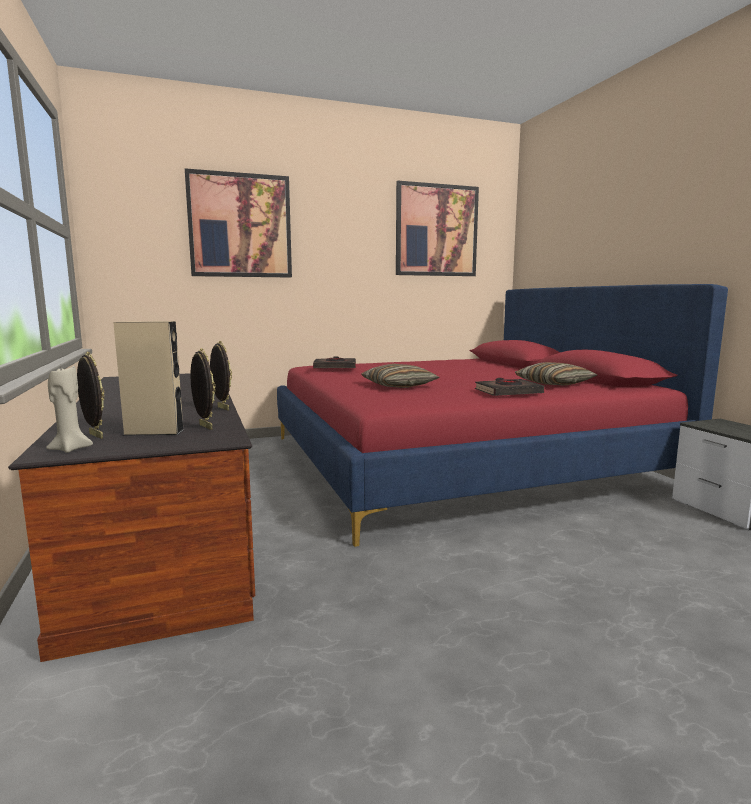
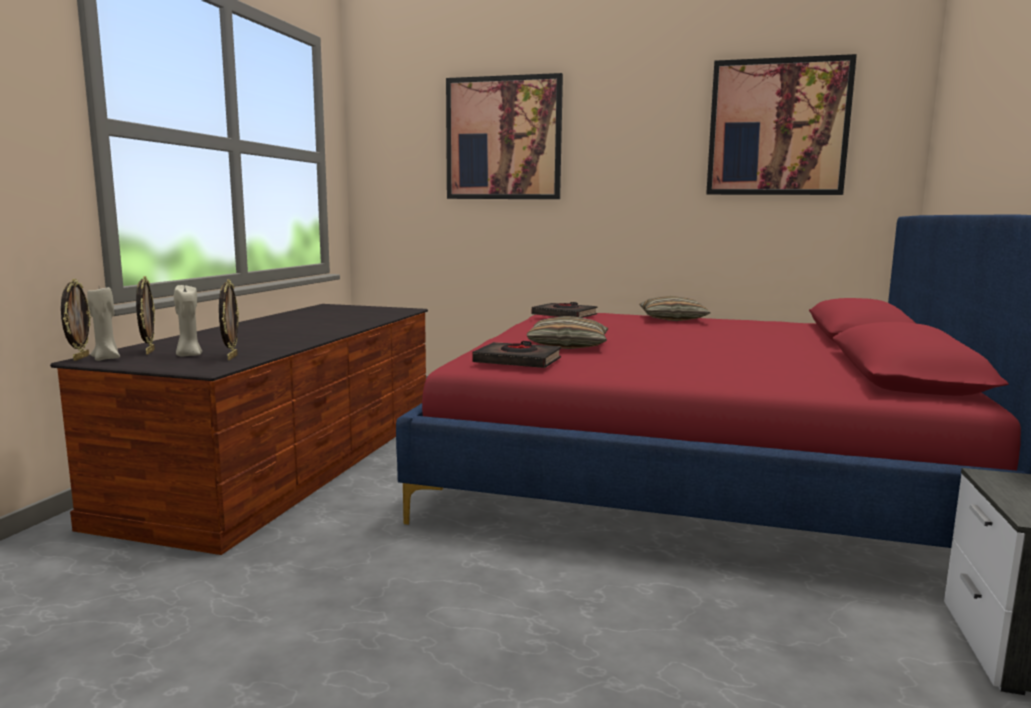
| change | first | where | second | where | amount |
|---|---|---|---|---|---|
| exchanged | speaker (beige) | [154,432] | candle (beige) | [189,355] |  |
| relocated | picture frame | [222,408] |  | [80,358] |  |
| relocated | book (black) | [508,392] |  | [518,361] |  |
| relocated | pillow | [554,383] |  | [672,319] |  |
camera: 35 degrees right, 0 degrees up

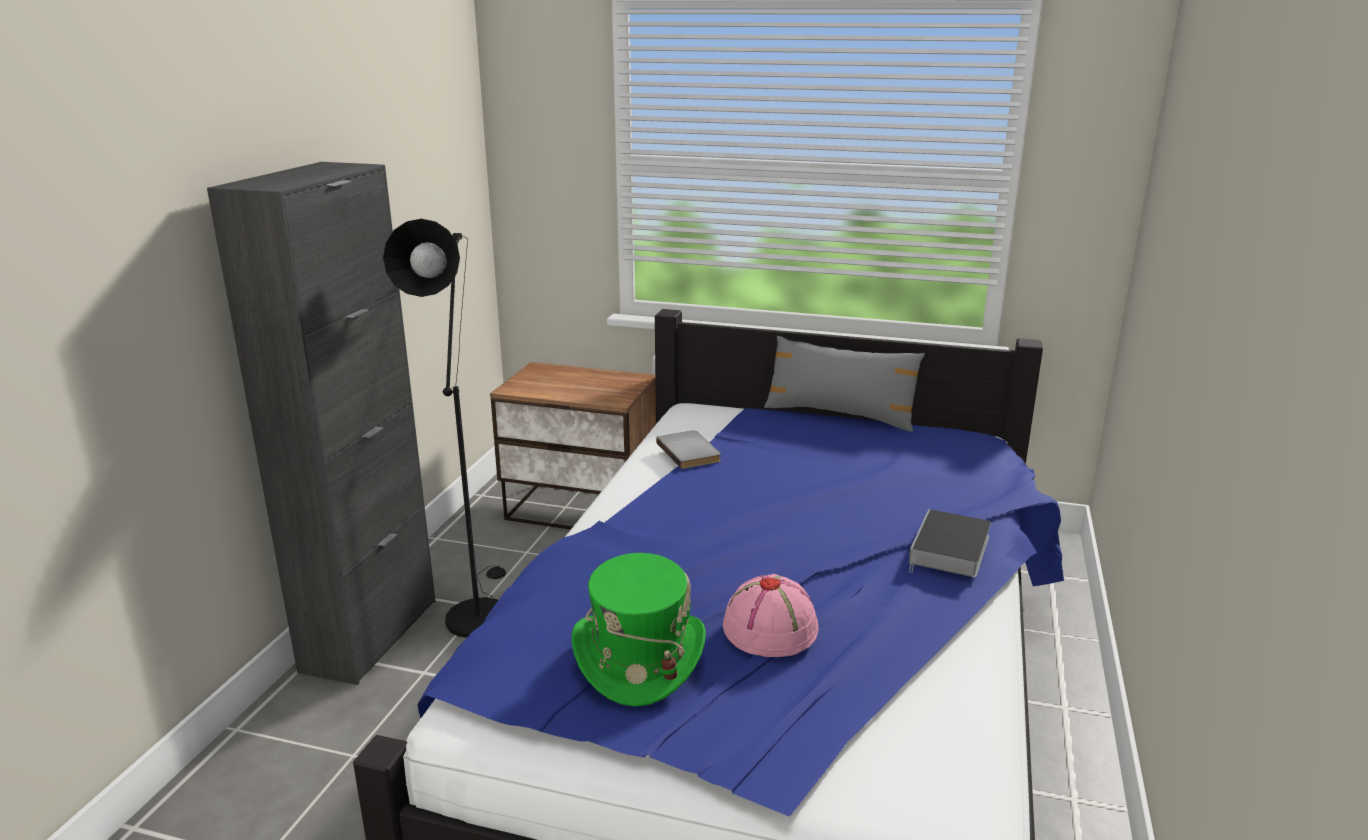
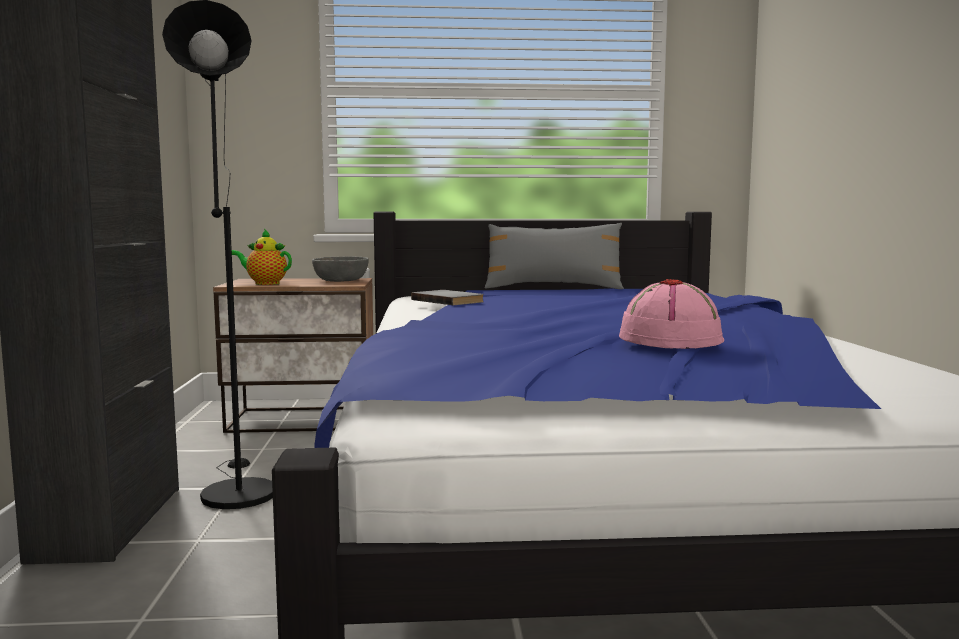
| change | first | where | second | where | amount |
|---|---|---|---|---|---|
| missing | hat (green) | [638,657] |  |  |  |
| missing | book | [950,550] |  |  |  |
| appeared |  |  | teapot | [264,283] |  |
| appeared |  |  | bowl (grey) | [341,280] |  |
camera: 20 degrees left, 15 degrees down

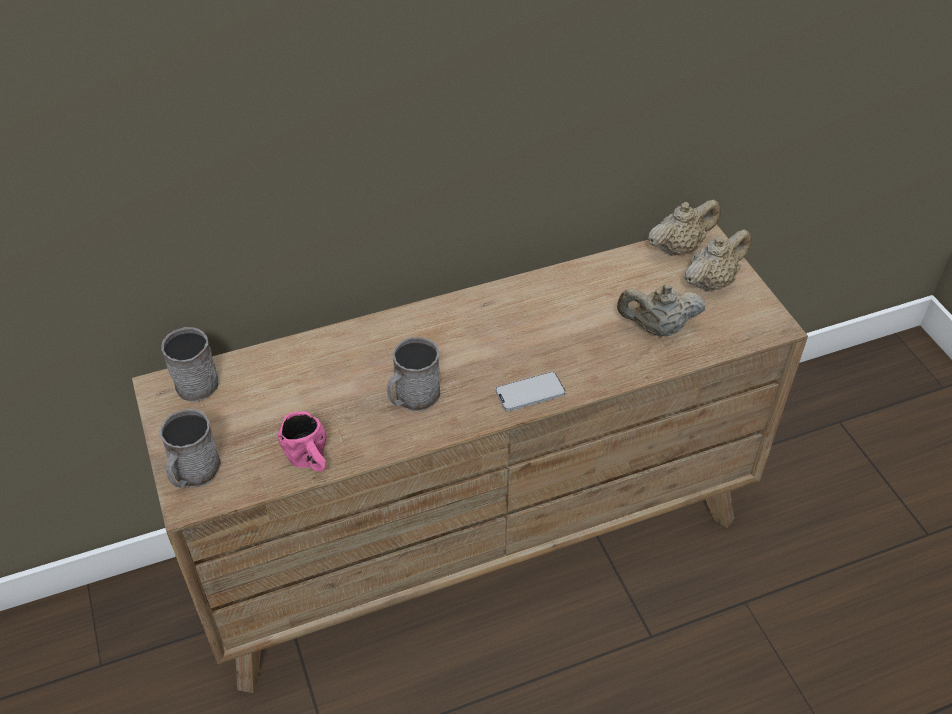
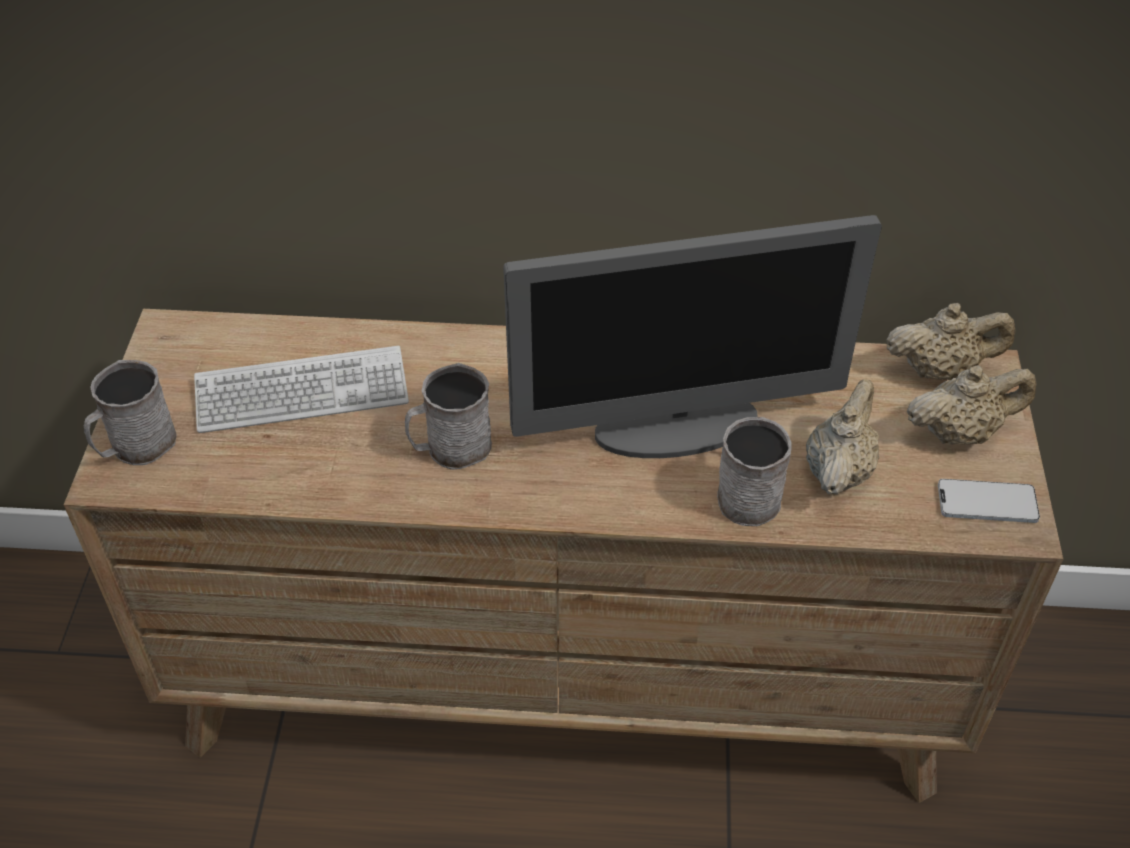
| change | first | where | second | where | amount |
|---|---|---|---|---|---|
| relocated | mug (grey) | [195,379] |  | [747,492] |  |
| missing | mug (pink) | [311,462] |  |  |  |
| relocated | phone | [530,392] |  | [987,502] |  |
| spun | teapot (beige) | [657,328] |  | [838,470] | 90 degrees clockwise |
| appeared |  |  | keyboard | [302,392] |  |
| appeared |  |  | monitor | [677,427] |  |
camera: 25 degrees right, 0 degrees up

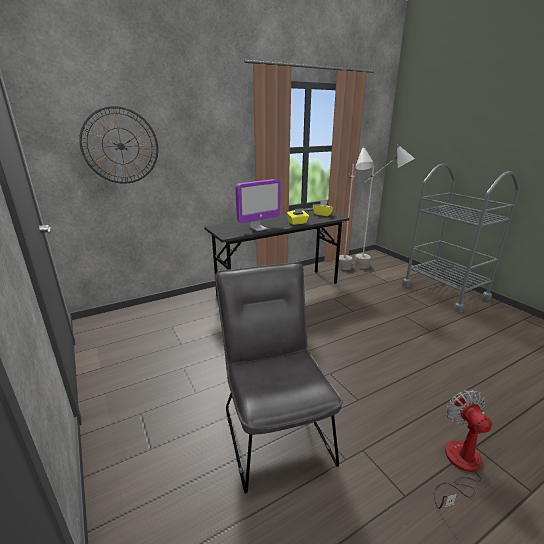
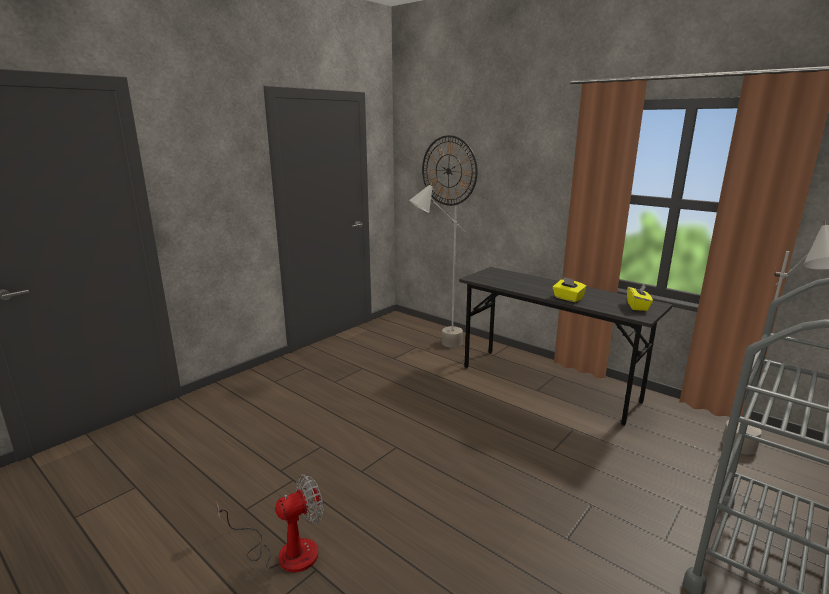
| change | first | where | second | where | amount |
|---|---|---|---|---|---|
| missing | chair (grey) | [274,428] |  |  |  |
| missing | monitor | [258,228] |  |  |  |
| relocated | floor lamp (grey) | [347,272] |  | [436,346] |  |
camera: 70 degrees right, 5 degrees down

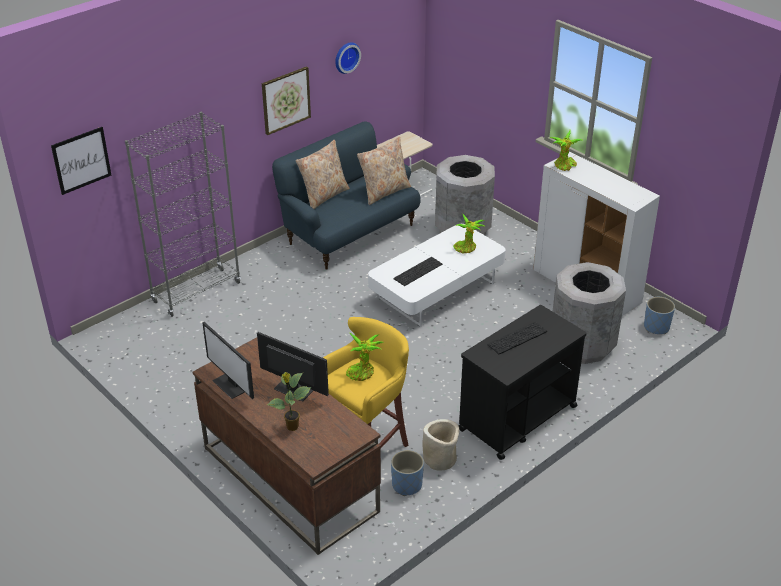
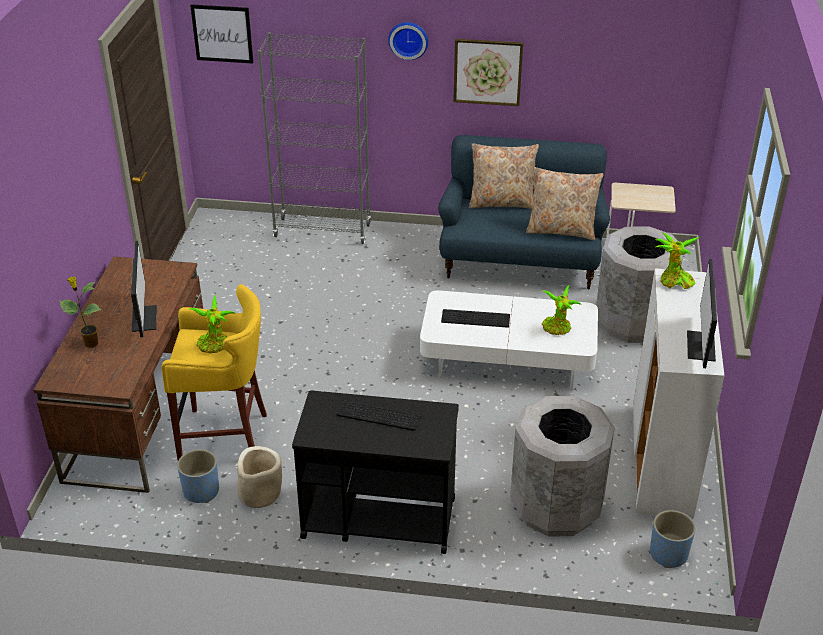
| change | first | where | second | where | amount |
|---|---|---|---|---|---|
| relocated | monitor | [232,385] |  | [702,346] |  |
| relocated | wall clock | [346,57] |  | [408,39] |  |
camera: 50 degrees right, 0 degrees up

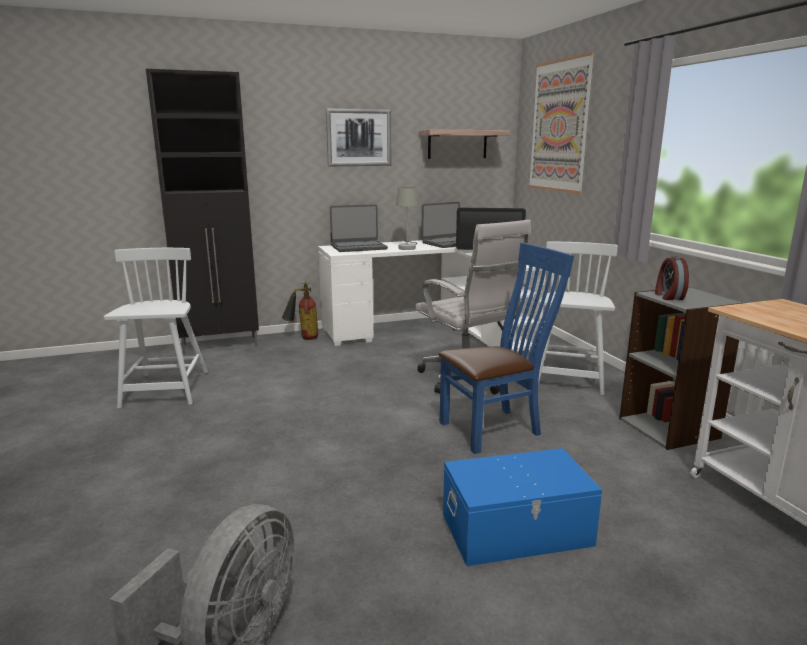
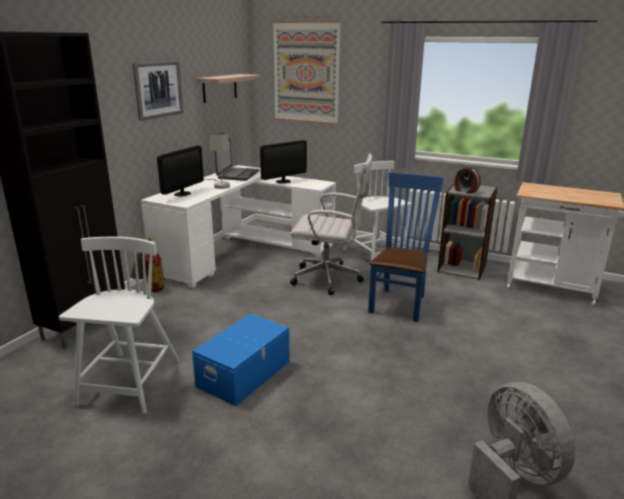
| change | first | where | second | where | amount |
|---|---|---|---|---|---|
| spun | chair (white) | [166,390] |  | [129,383] | 60 degrees clockwise |
| exchanged | laptop | [358,247] | monitor | [182,194] |  |
| relocated | storage box (blue) | [517,531] |  | [245,374] |  |
camera: 45 degrees left, 5 degrees up

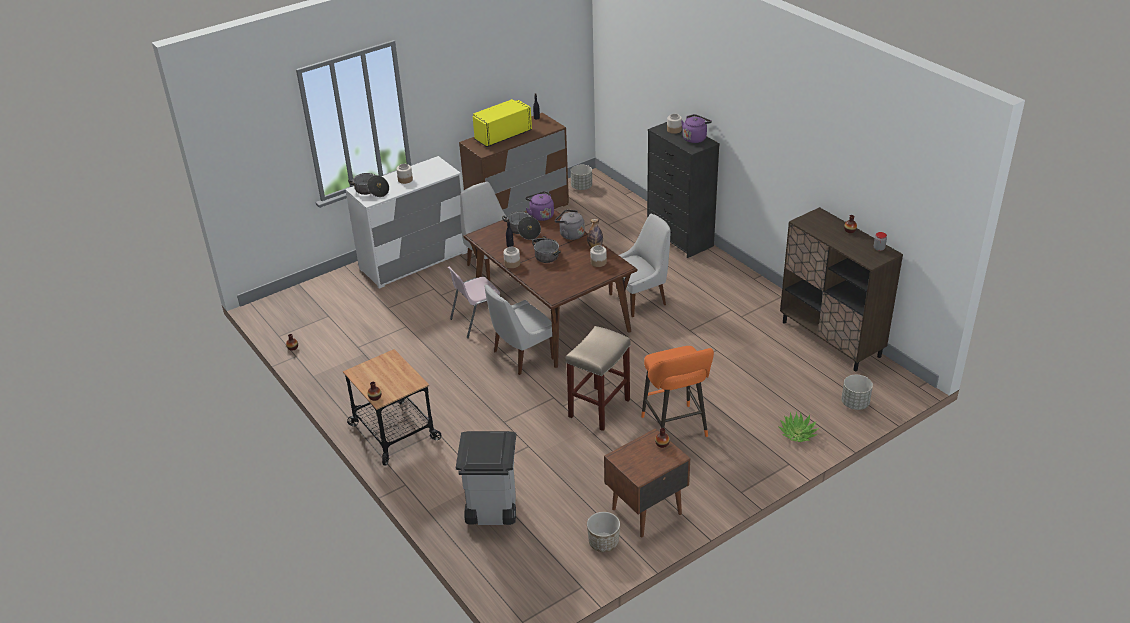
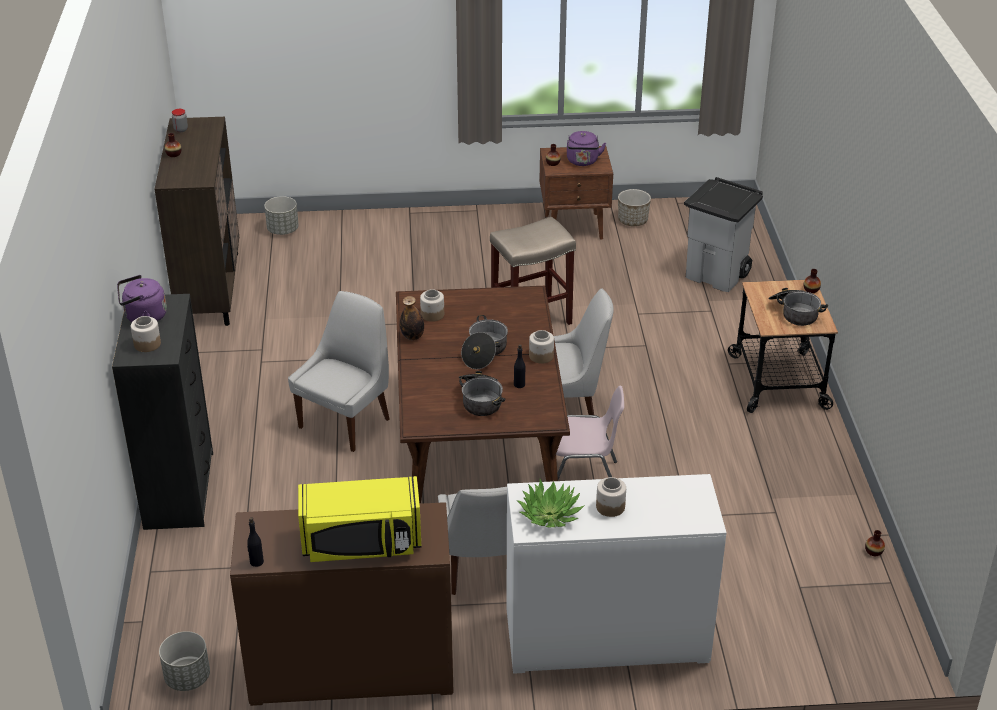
| change | first | where | second | where | amount |
|---|---|---|---|---|---|
| relocated | cooking pot | [371,191] |  | [794,313] |  |
| relocated | kettle (purple) | [540,215] |  | [582,162] |  |
| missing | kettle (grey) | [570,234] |  |  |  |
| spun | chair (white) | [639,299] |  | [347,421] | 120 degrees clockwise |
| missing | stool (orange) | [676,429] |  |  |  |
| relocated | potted plant | [797,434] |  | [550,514] |  |
camera: 150 degrees left, 0 degrees up

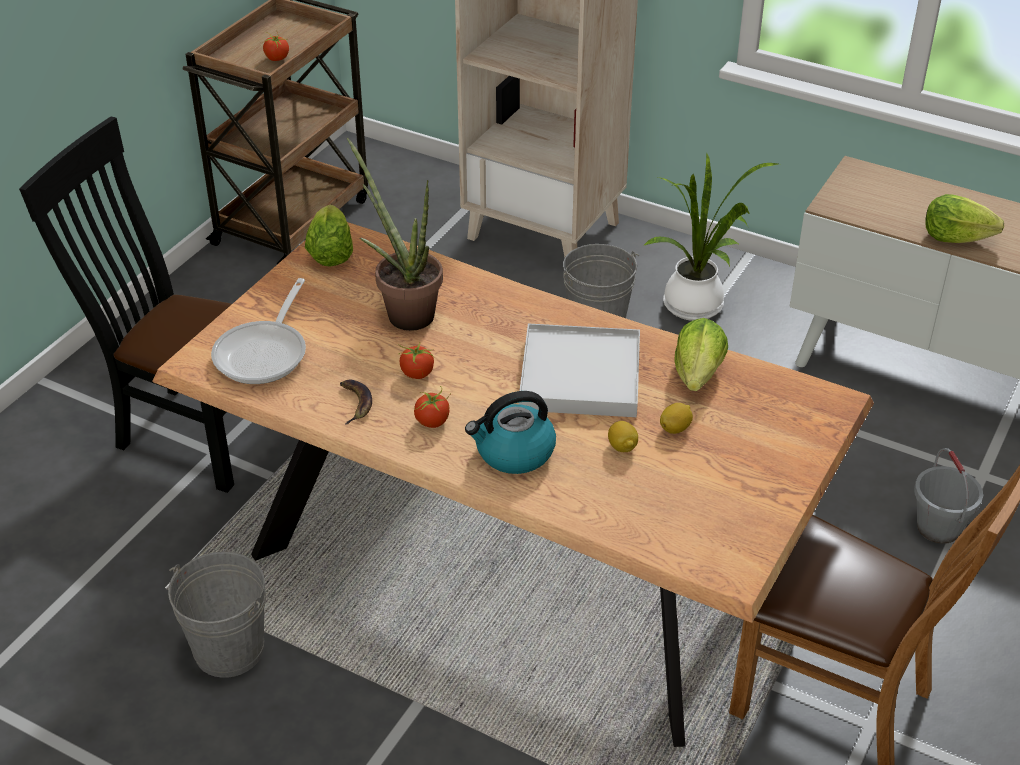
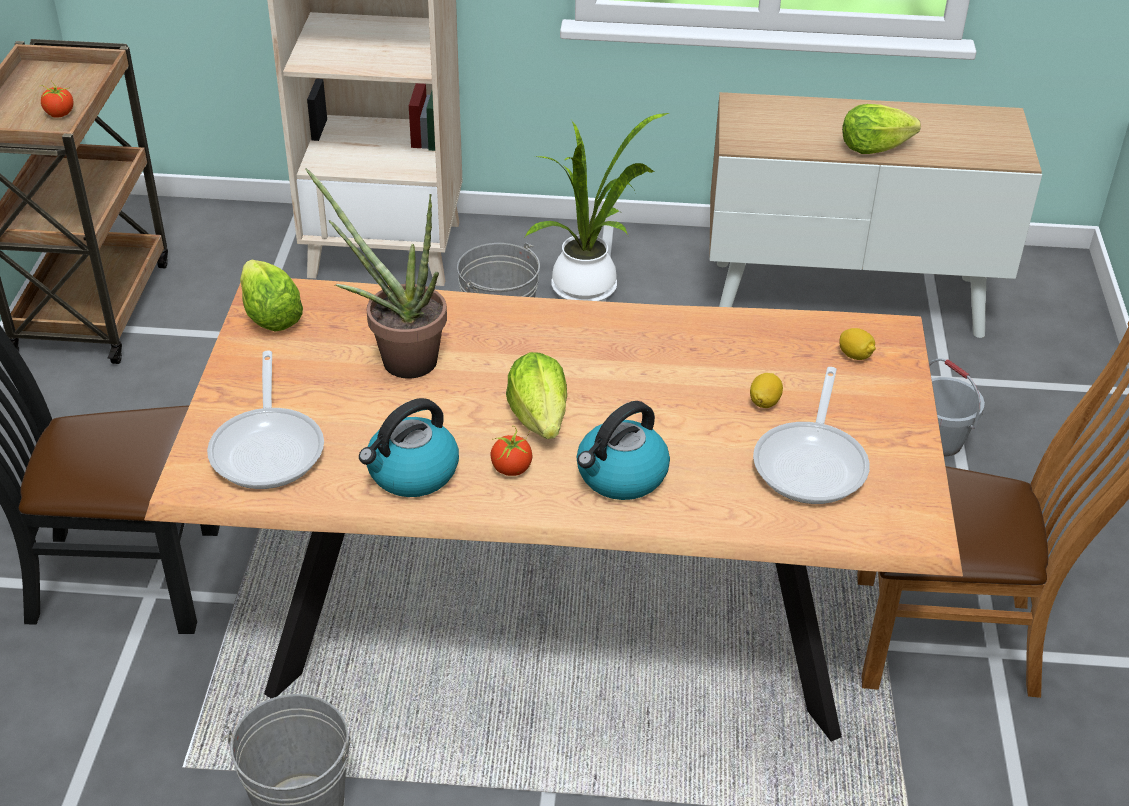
| change | first | where | second | where | amount |
|---|---|---|---|---|---|
| exchanged | banana | [355,403] | kettle | [411,473] |  |
| missing | tomato | [416,374] |  |  |  |
| missing | tray (white) | [580,375] |  |  |  |
| relocated | lemon | [622,447] |  | [855,355] |  |
| relocated | lettuce | [698,374] |  | [539,418] |  |
| appeared |  |  | frying pan | [812,462] |  |
camera: 25 degrees left, 0 degrees up

